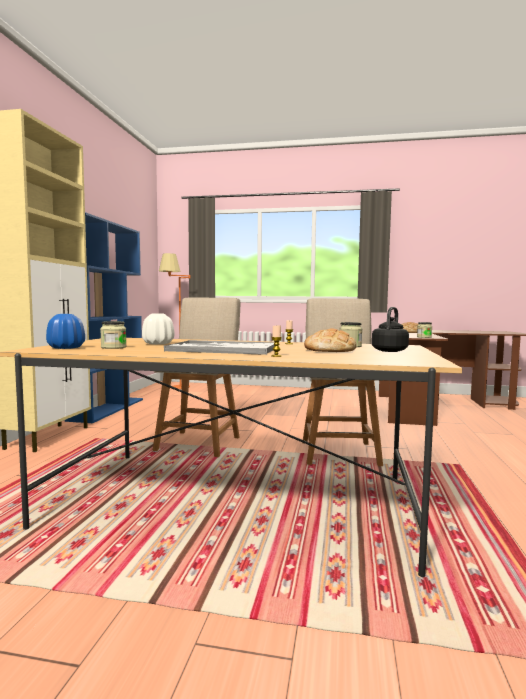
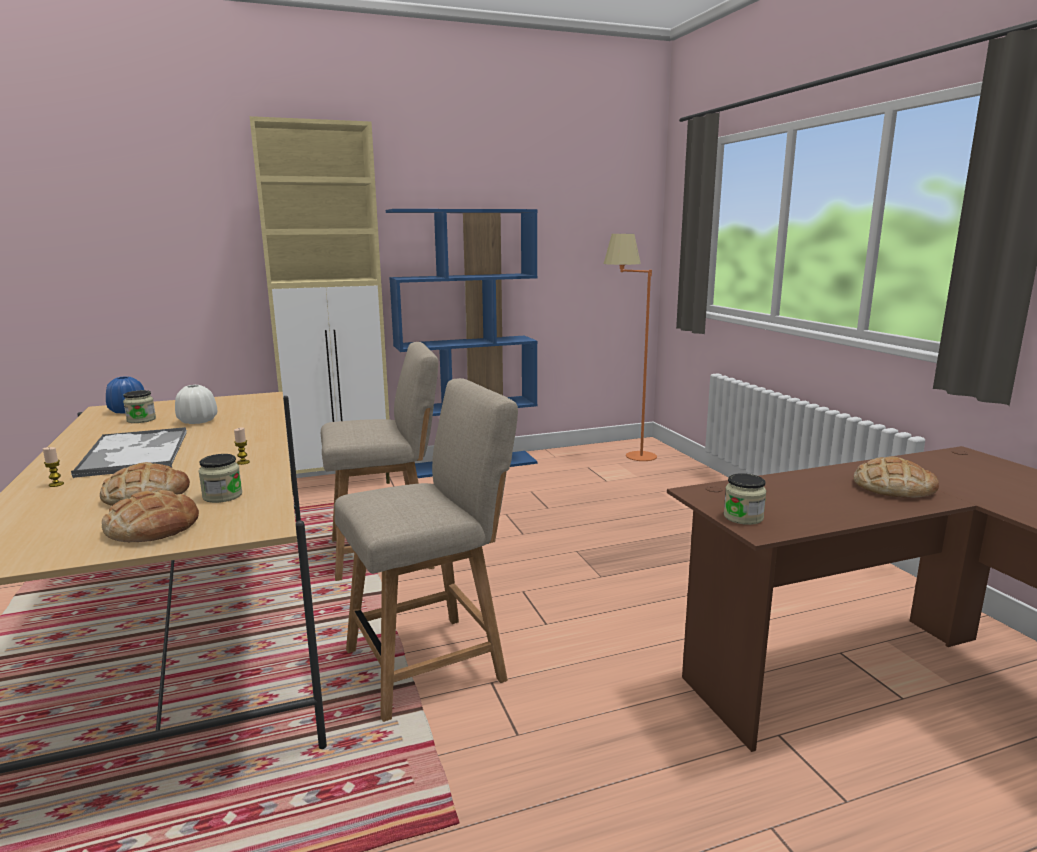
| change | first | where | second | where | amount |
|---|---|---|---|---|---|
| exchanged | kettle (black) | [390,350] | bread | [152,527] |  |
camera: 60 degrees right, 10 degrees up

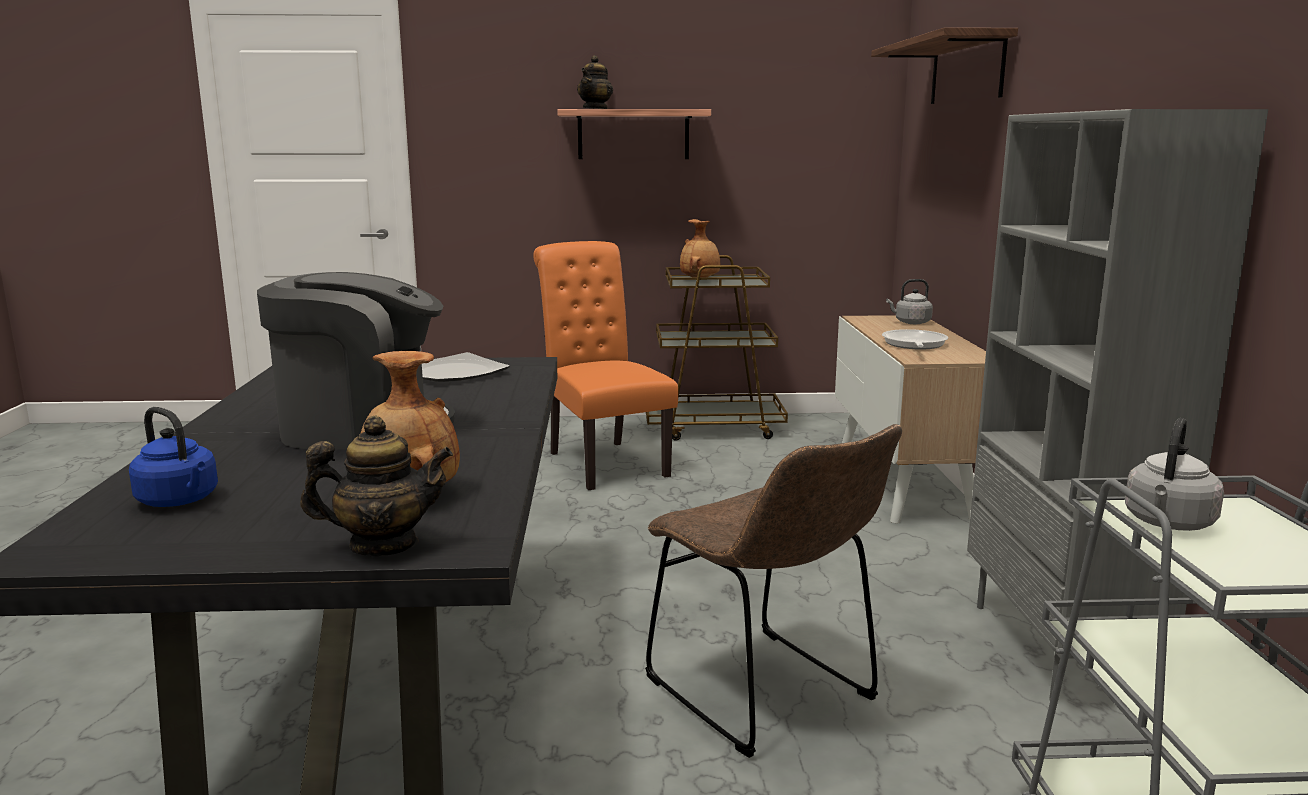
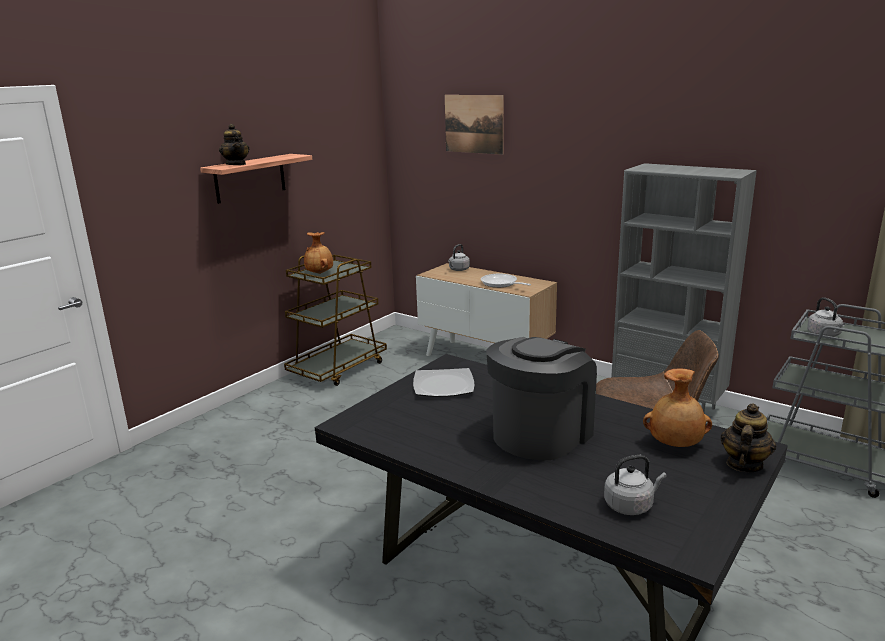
| change | first | where | second | where | amount |
|---|---|---|---|---|---|
| colour | kettle (blue) | [180,501] | kettle (grey) | [630,505] |  |
| missing | chair (orange) | [603,461] |  |  |  |
| exchanged | shelf | [966,71] | picture | [474,124] |  |
camera: 50 degrees left, 5 degrees up

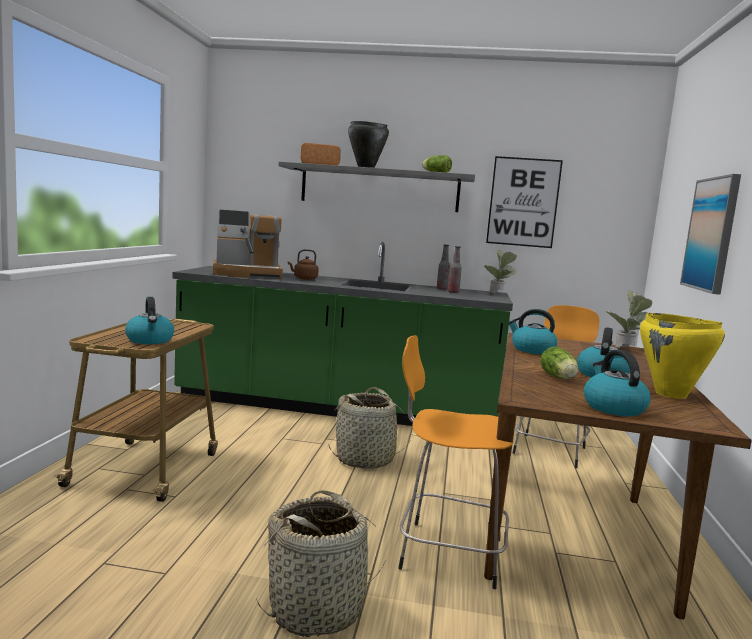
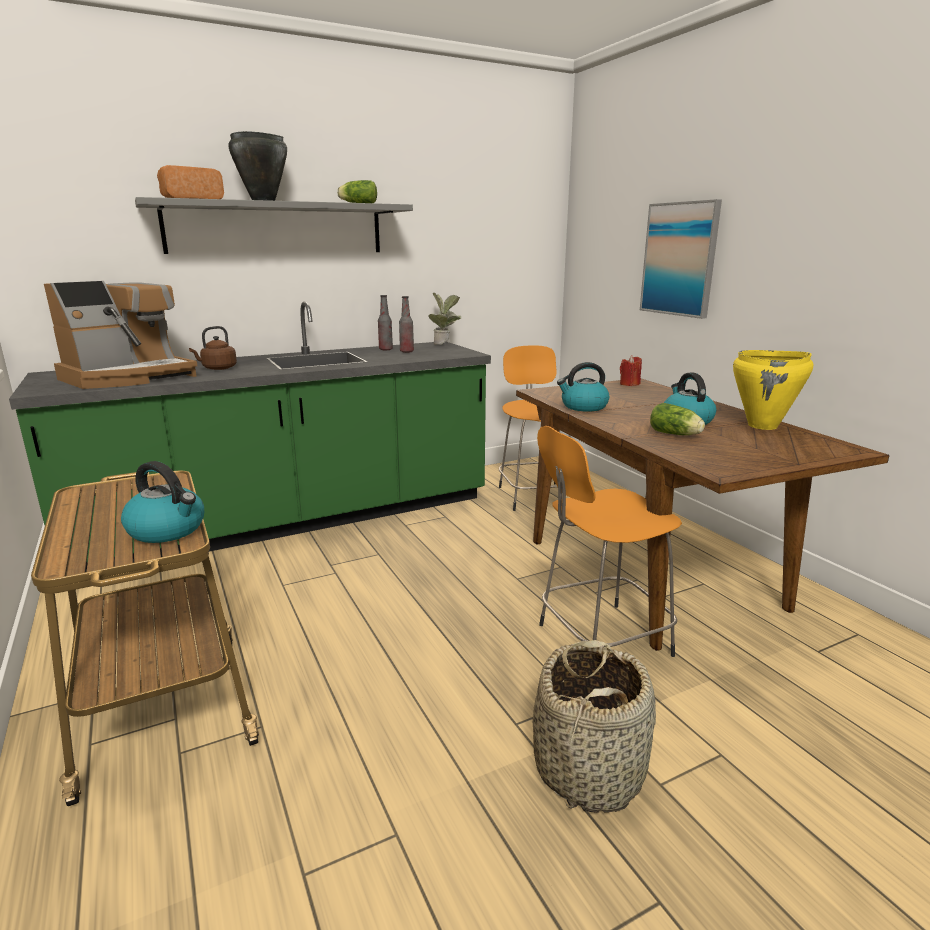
| change | first | where | second | where | amount |
|---|---|---|---|---|---|
| missing | basket | [365,459] |  |  |  |
| missing | picture | [523,202] |  |  |  |
| missing | kettle | [613,407] |  |  |  |
| exchanged | potted plant | [627,349] | candle (red) | [629,384] |  |
camera: 35 degrees left, 10 degrees up

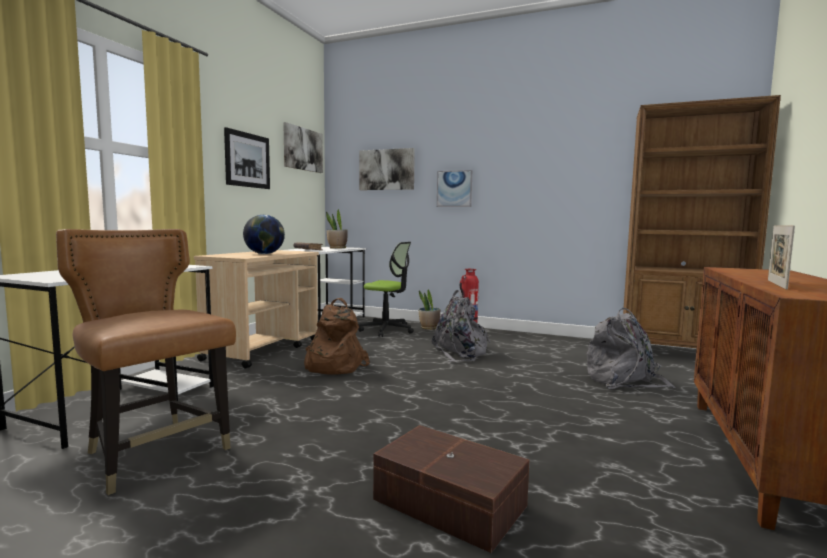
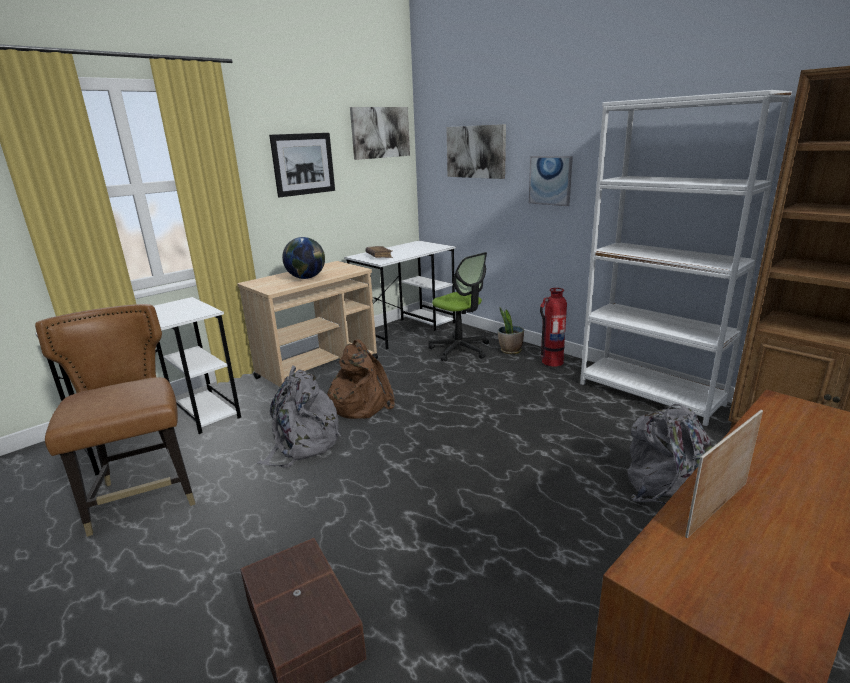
| change | first | where | second | where | amount |
|---|---|---|---|---|---|
| missing | potted plant | [337,248] |  |  |  |
| relocated | backpack (grey) | [460,352] |  | [302,444] |  |
| appeared |  |  | bookcase (white) | [650,394] |  |
camera: 25 degrees right, 15 degrees up

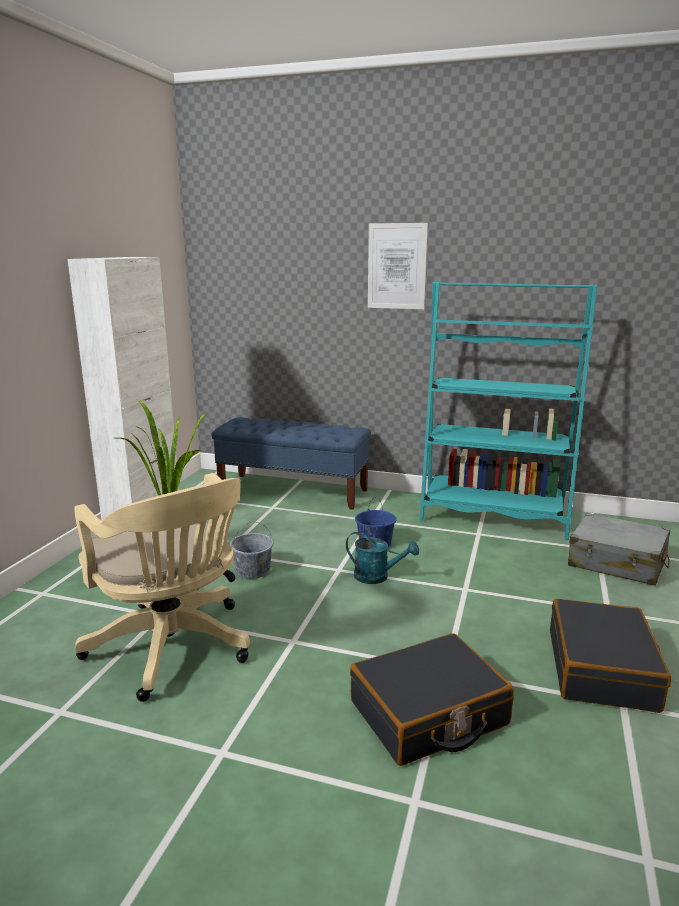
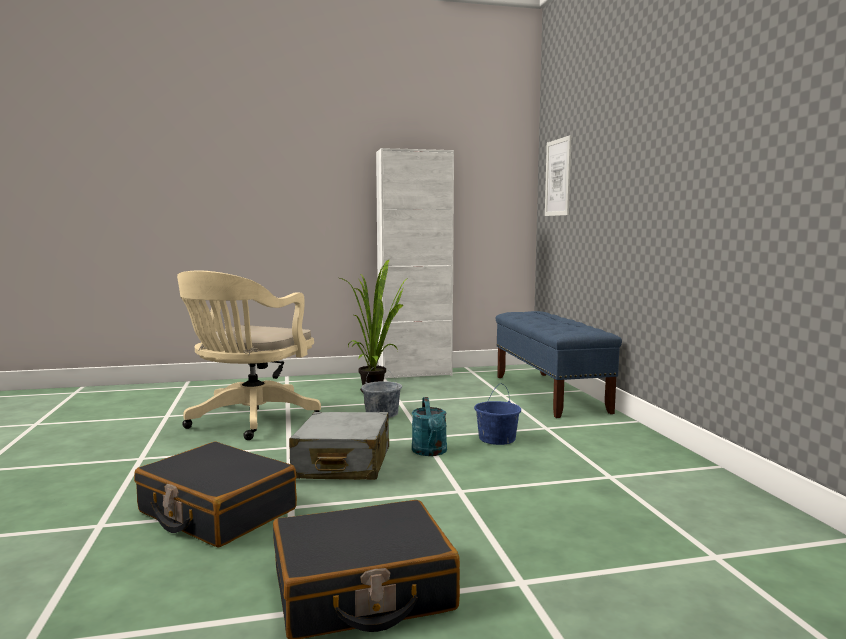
| change | first | where | second | where | amount |
|---|---|---|---|---|---|
| relocated | picture | [397,266] |  | [558,177] |  |
| missing | bookcase (turquoise) | [492,516] |  |  |  |
| relocated | suitcase (grey) | [617,563] |  | [343,463] |  |
camera: 60 degrees right, 10 degrees down

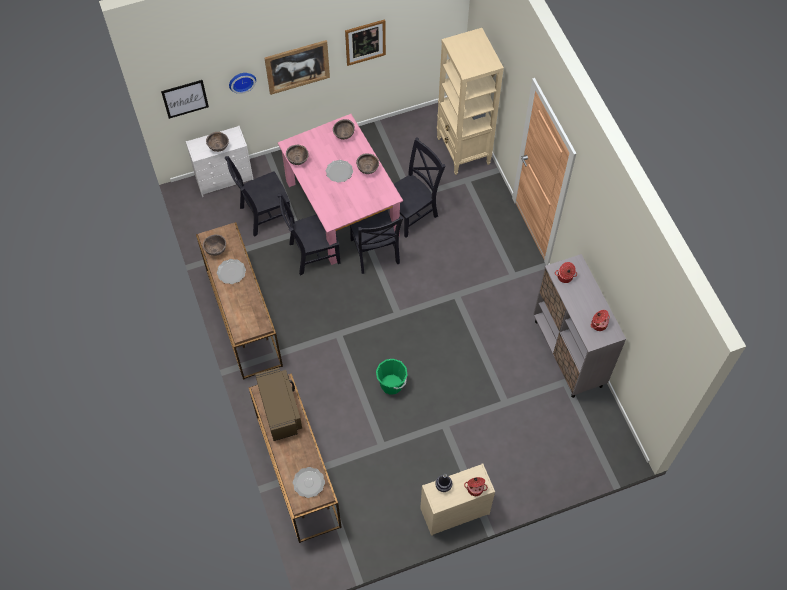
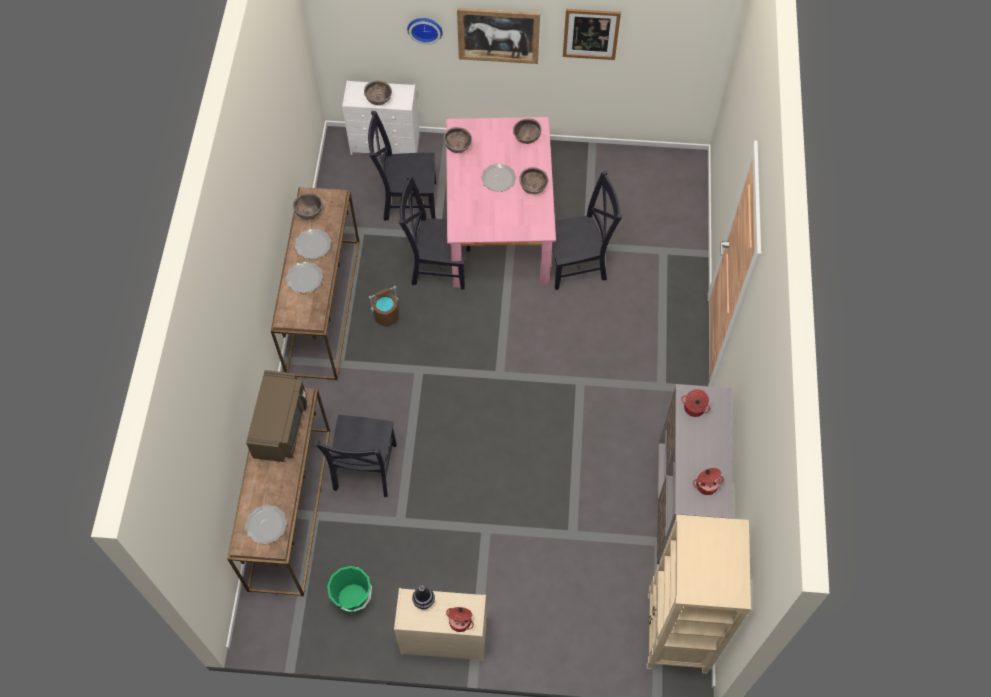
| change | first | where | second | where | amount |
|---|---|---|---|---|---|
| missing | picture | [185,98] |  |  |  |
| relocated | chair (black) | [375,253] |  | [364,470] |  |
| relocated | bucket (green) | [391,384] |  | [353,598] |  |
| relocated | bookcase (beige) | [463,151] |  | [676,635] |  |
| appeared |  |  | plate | [304,278] |  |
| appeared |  |  | bucket (brown) | [386,315] |  |
camera: 25 degrees right, 0 degrees up

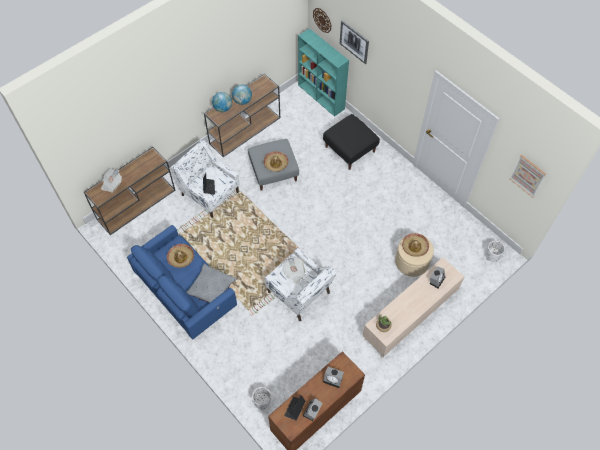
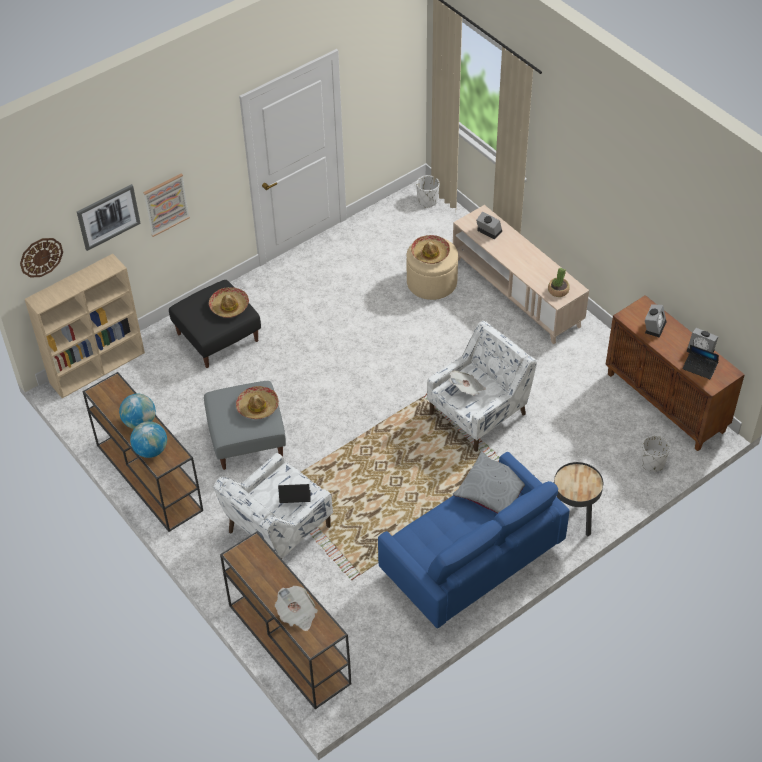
| change | first | where | second | where | amount |
|---|---|---|---|---|---|
| relocated | hat | [181,257] |  | [229,306] |  |
| colour | bookcase (turquoise) | [321,97] | bookcase (beige) | [98,367] |  |
| relocated | picture | [527,175] |  | [166,204] |  |
| appeared |  |  | side table (black) | [573,520] |  |
camera: 85 degrees left, 10 degrees down

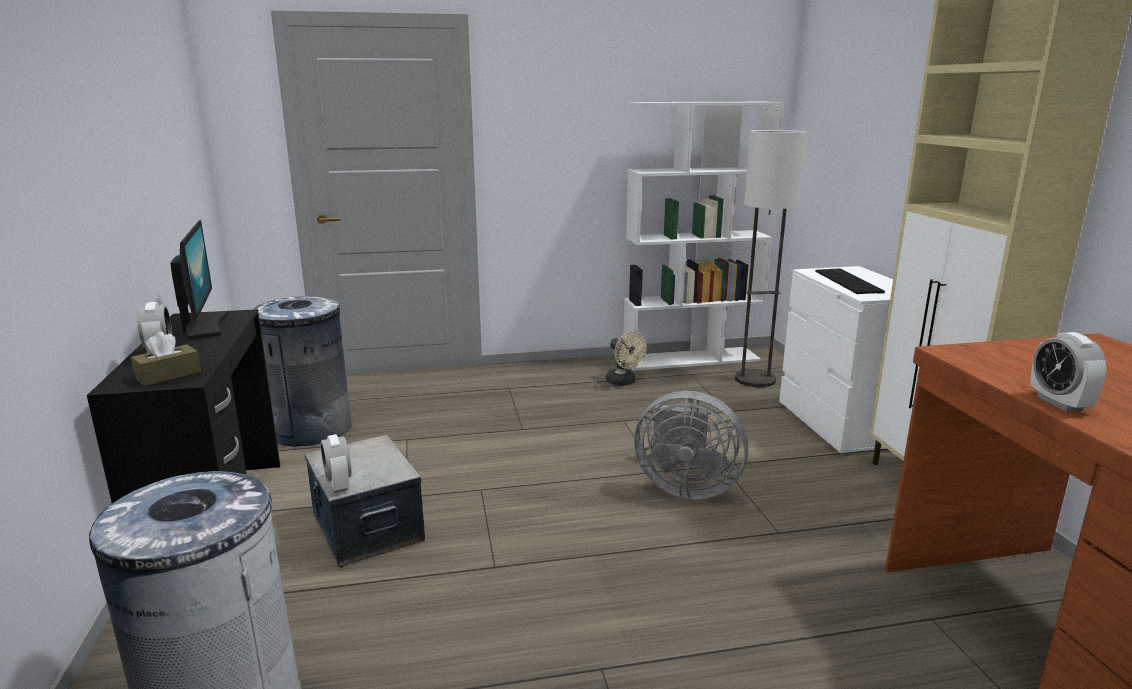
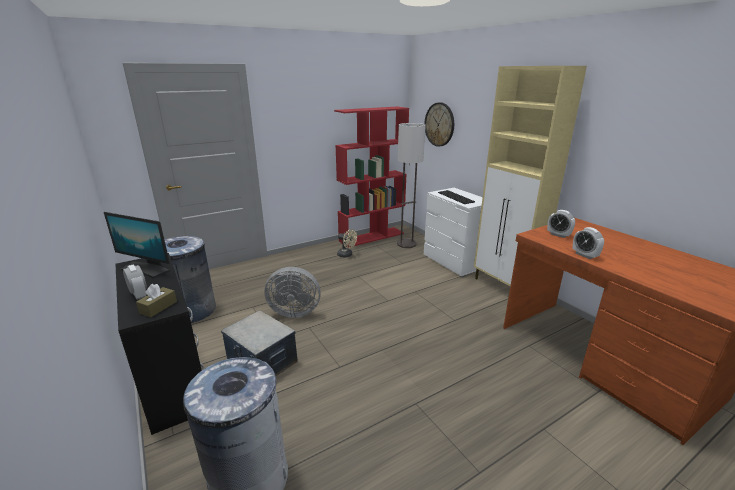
| change | first | where | second | where | amount |
|---|---|---|---|---|---|
| spun | monitor | [204,326] |  | [146,269] | 150 degrees clockwise |
| relocated | alarm clock | [339,485] |  | [558,235] |  |
| colour | bookcase (white) | [691,359] | bookcase (red) | [372,237] |  |
| relocated | fan (grey) | [685,487] |  | [293,311] |  |
| appeared |  |  | wall clock | [439,124] |  |
camera: 20 degrees left, 5 degrees up

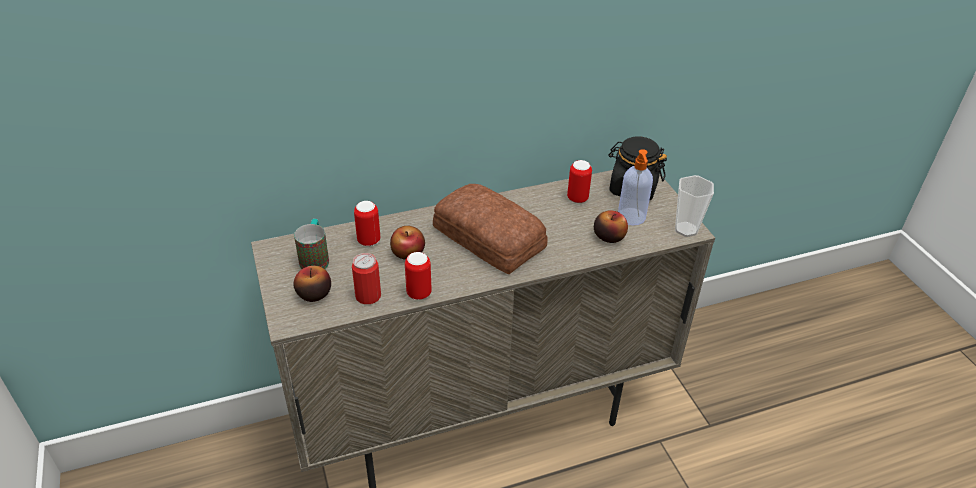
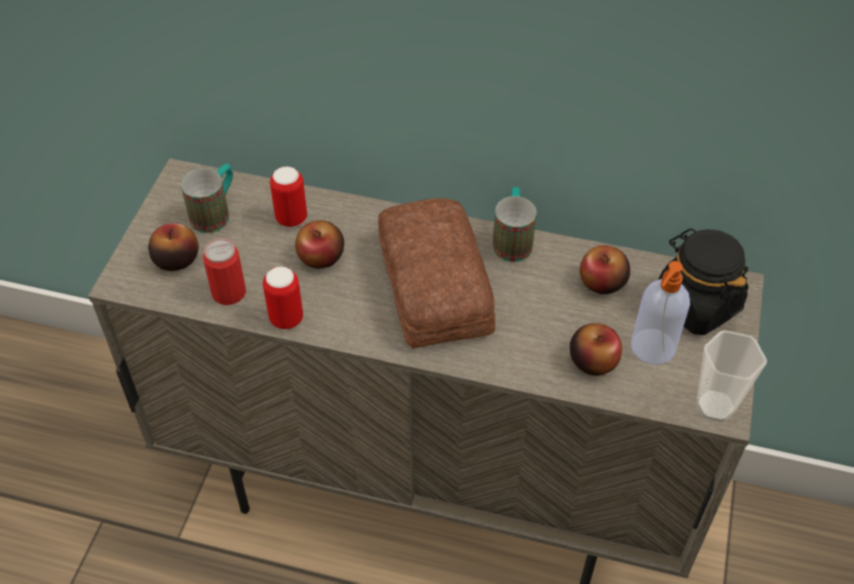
| change | first | where | second | where | amount |
|---|---|---|---|---|---|
| exchanged | can | [577,198] | apple | [602,282] |  |
| appeared |  |  | mug | [512,240] |  |
camera: 35 degrees right, 10 degrees up

